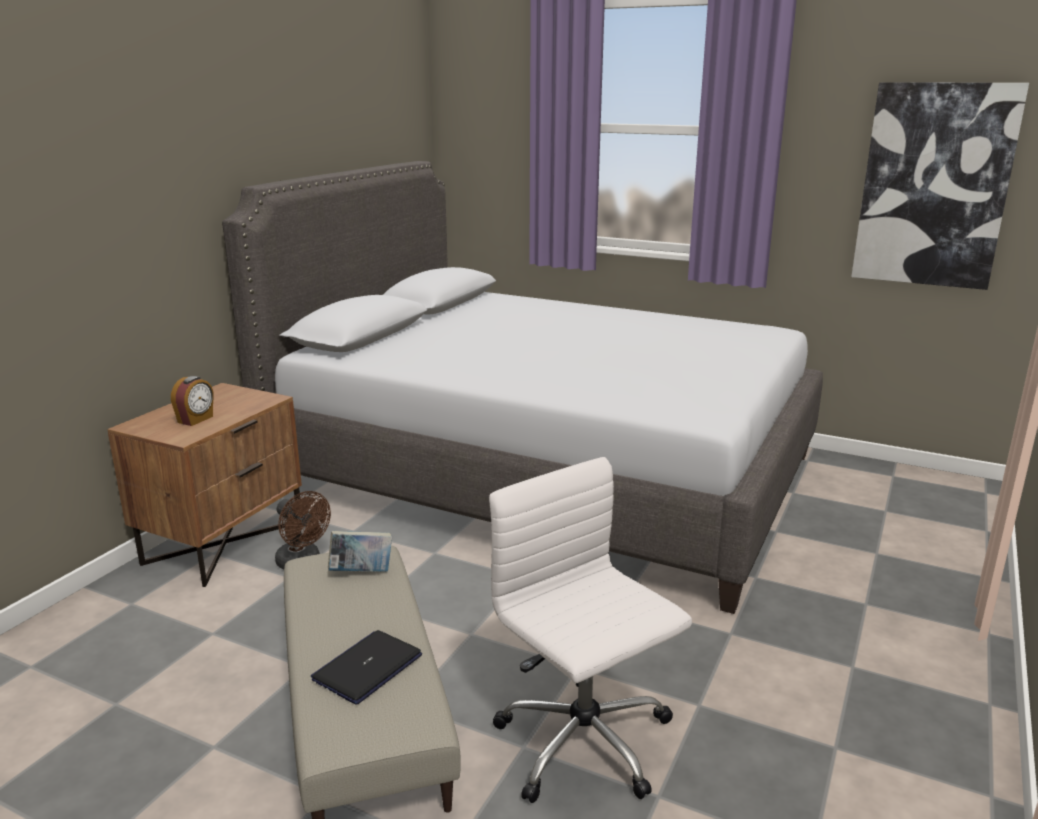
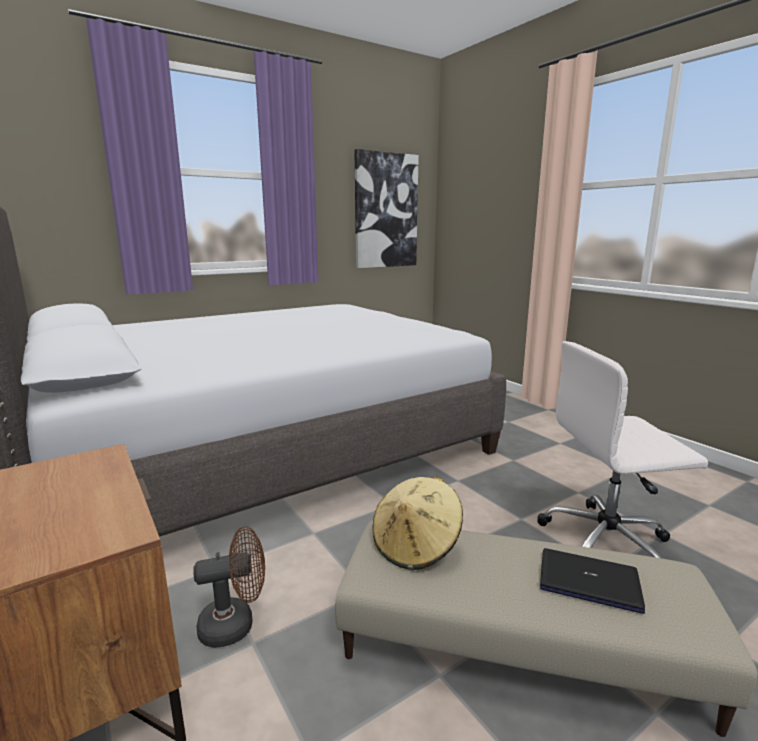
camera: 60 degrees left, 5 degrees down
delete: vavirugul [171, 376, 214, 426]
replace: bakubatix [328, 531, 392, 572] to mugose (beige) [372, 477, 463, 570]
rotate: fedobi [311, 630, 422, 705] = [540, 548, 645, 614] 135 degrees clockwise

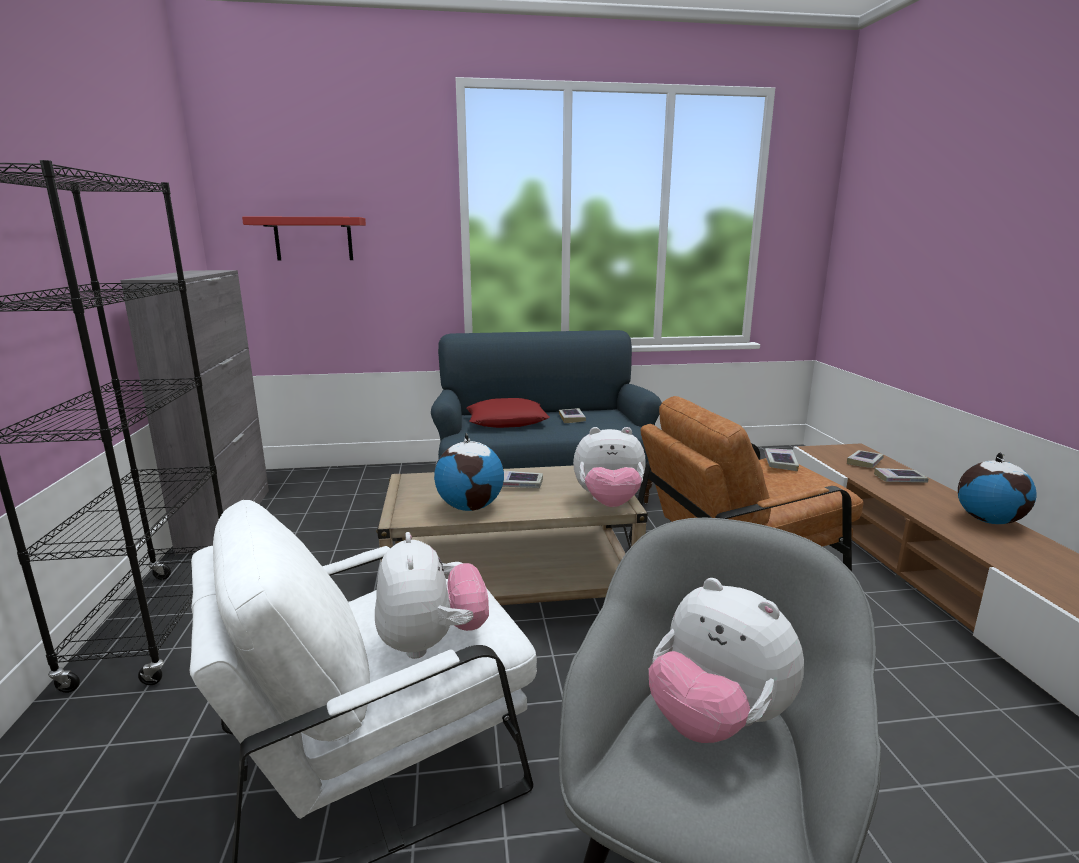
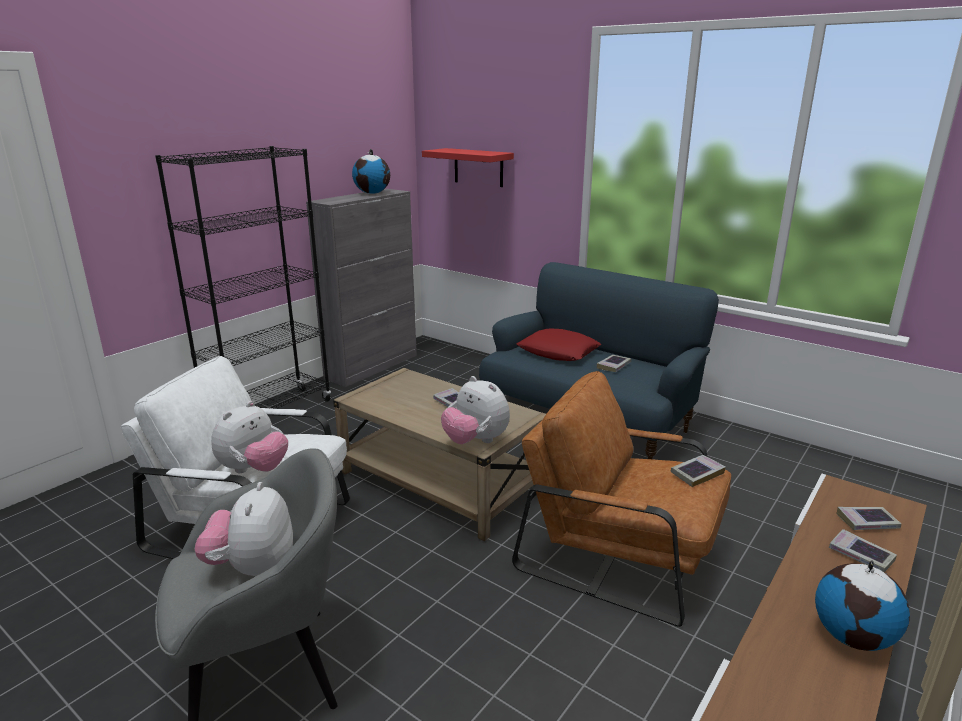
camera: 45 degrees right, 5 degrees up
move: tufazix [434, 432, 504, 511] to [352, 149, 390, 194]

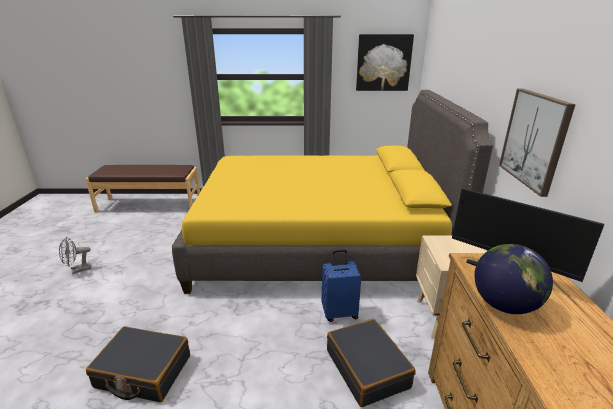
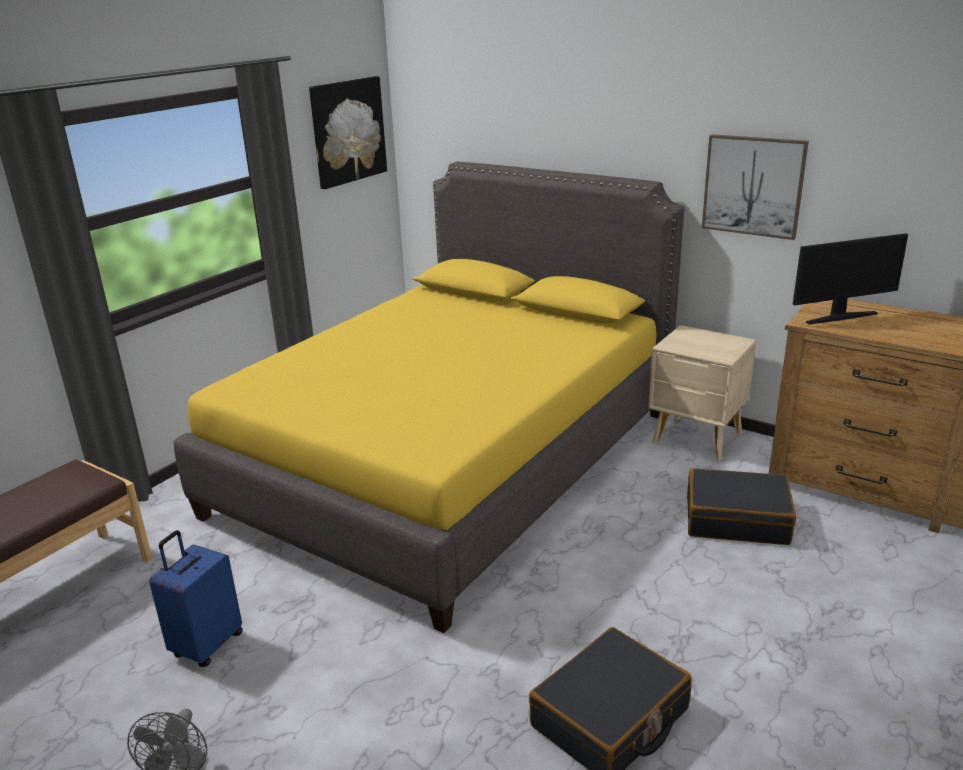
camera: 55 degrees left, 0 degrees up
delete: tufazix [474, 244, 553, 314]
move: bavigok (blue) [322, 249, 361, 322] to [149, 530, 243, 667]

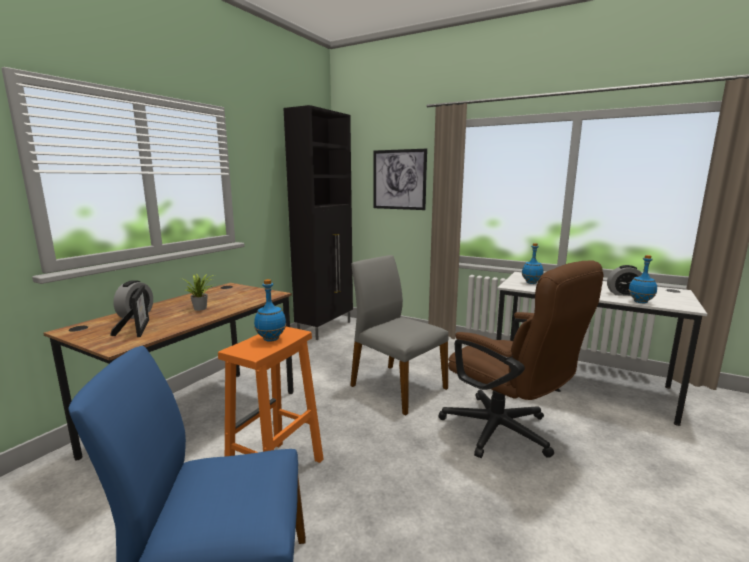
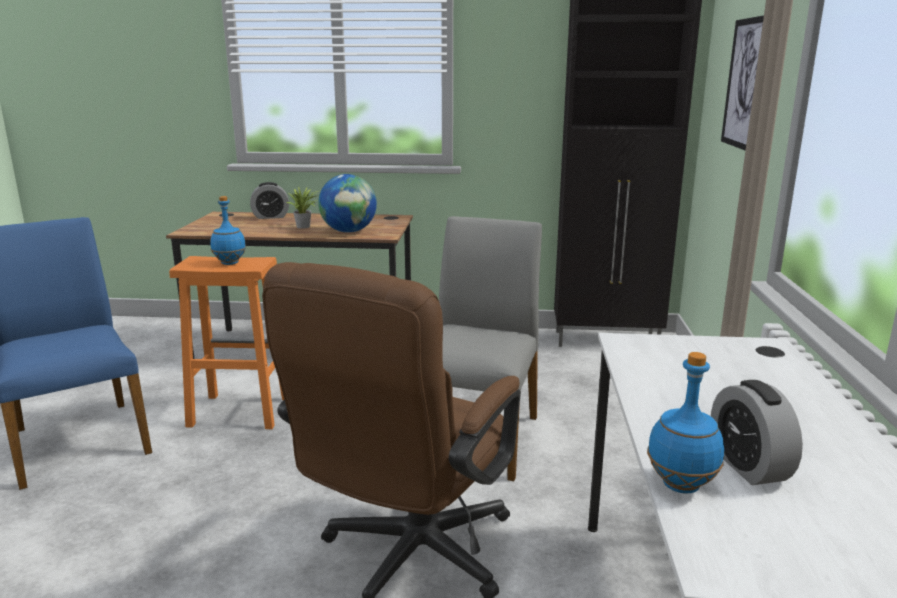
camera: 65 degrees right, 5 degrees up
delete: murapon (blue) [522, 243, 543, 284]; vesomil [110, 285, 149, 337]
insert: tufazix [318, 174, 377, 233]

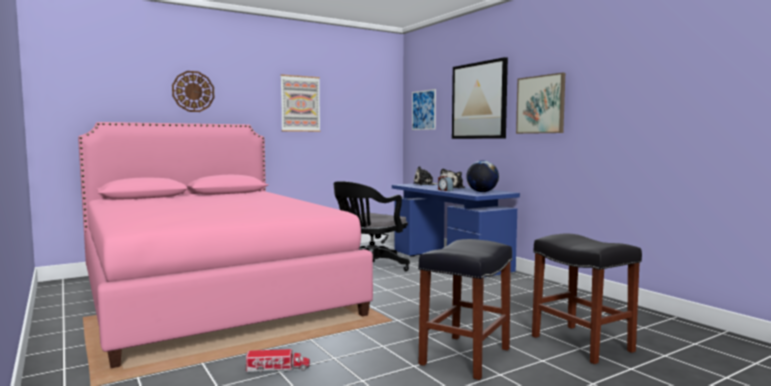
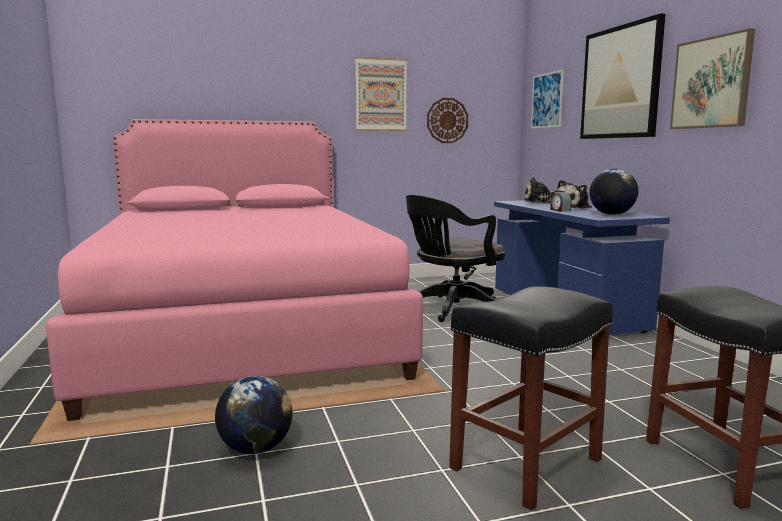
camera: 15 degrees right, 5 degrees up
move: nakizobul [172, 71, 214, 112] to [427, 98, 468, 143]
replace: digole [244, 349, 310, 373] to tufazix [215, 376, 292, 454]

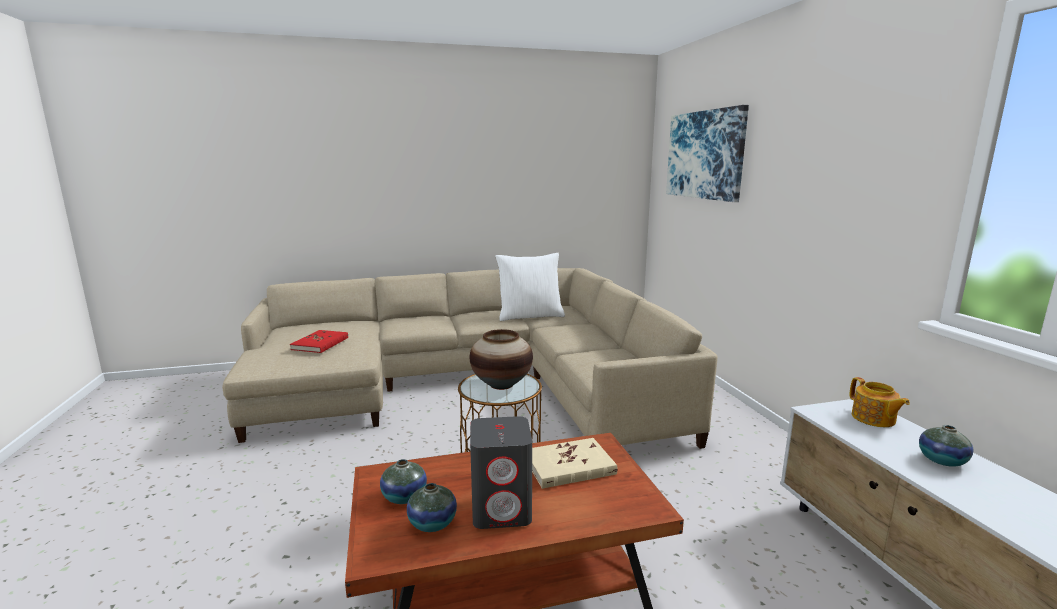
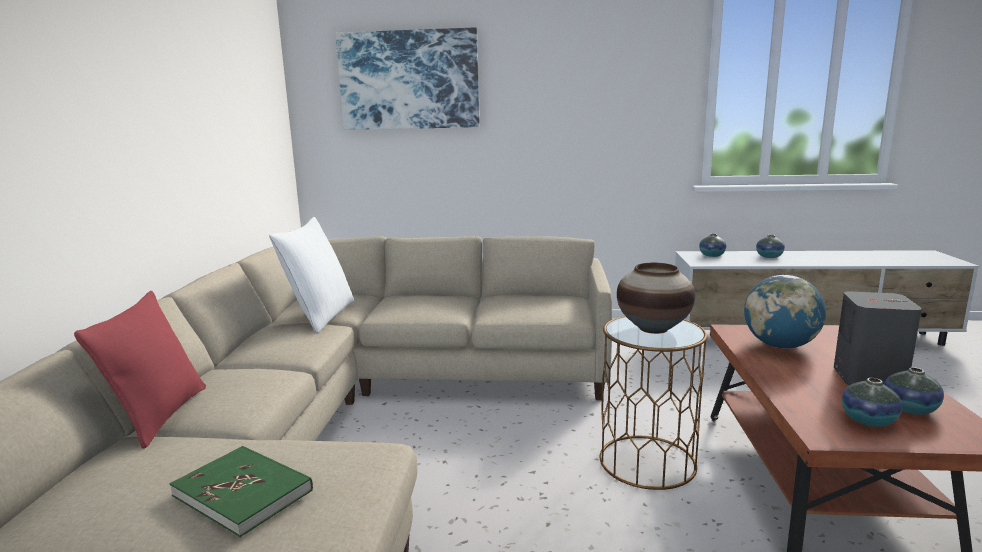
camera: 70 degrees left, 0 degrees up
insert: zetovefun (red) [74, 291, 206, 449]
replace: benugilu [849, 377, 910, 427] to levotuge [699, 234, 726, 257]; bakubatix (beige) [532, 438, 617, 489] to tufazix [744, 275, 826, 349]
recolor: bakubatix (red) [290, 330, 348, 353] to bakubatix (green) [170, 446, 313, 537]

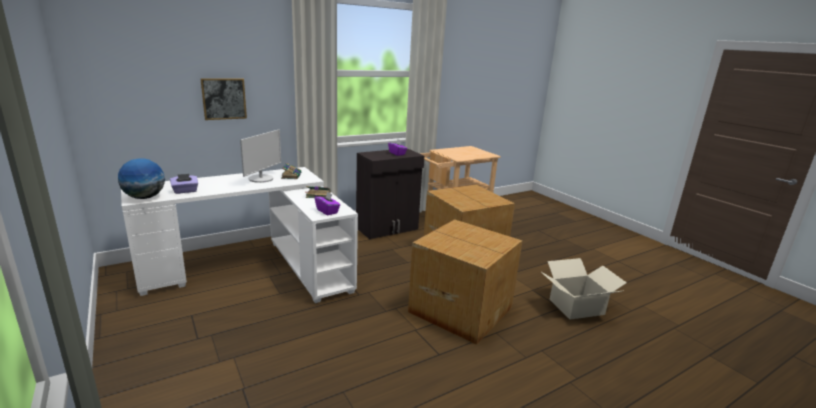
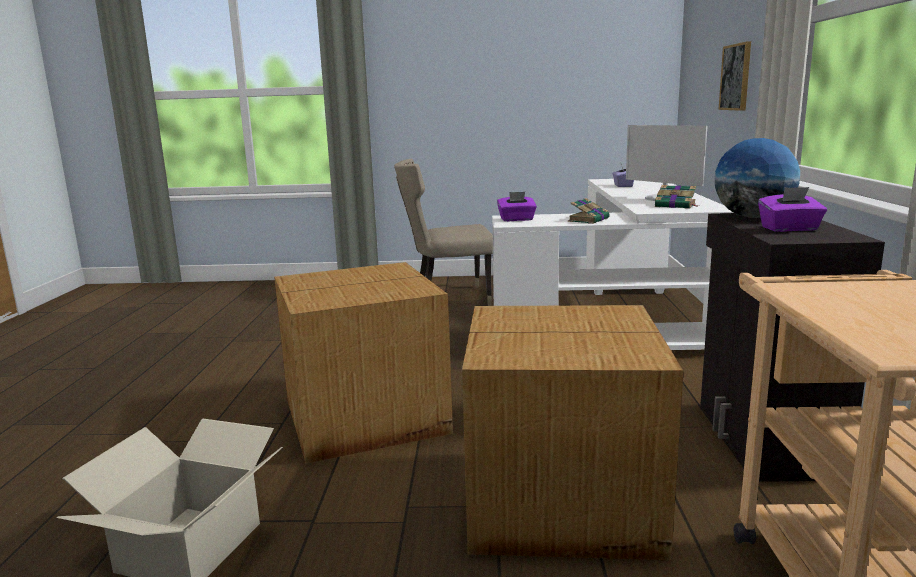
camera: 125 degrees right, 5 degrees down
insert: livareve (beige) [394, 159, 493, 306]
move: tufazix [118, 158, 165, 199] to [715, 138, 800, 218]

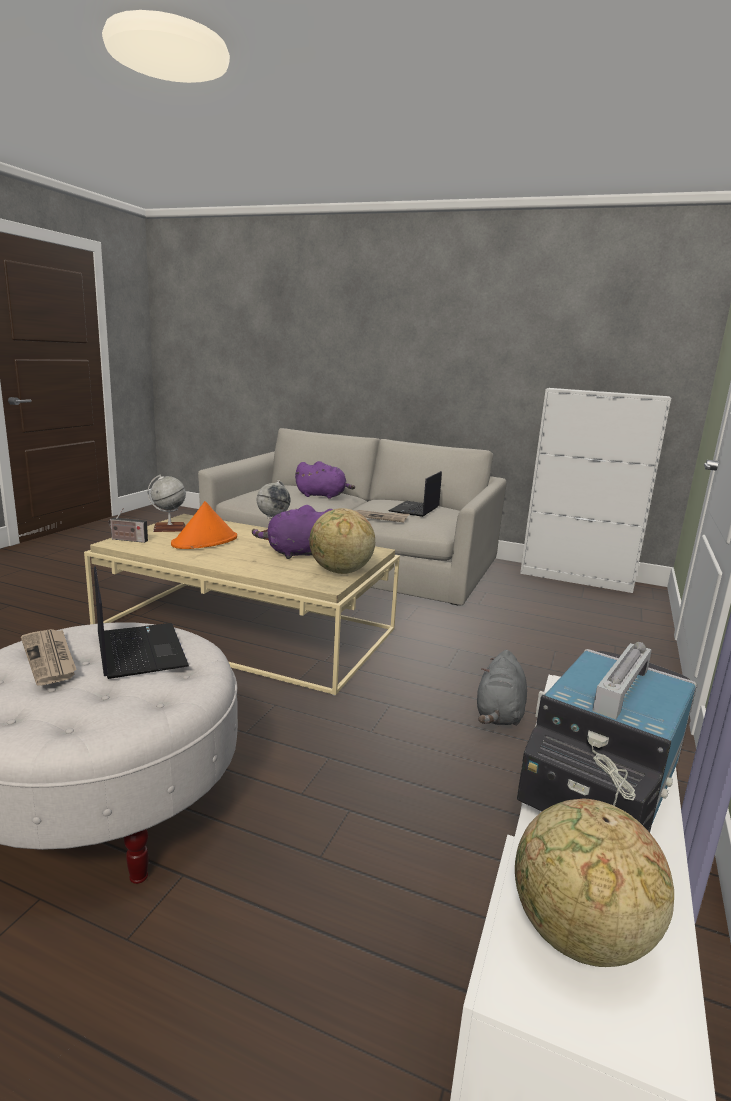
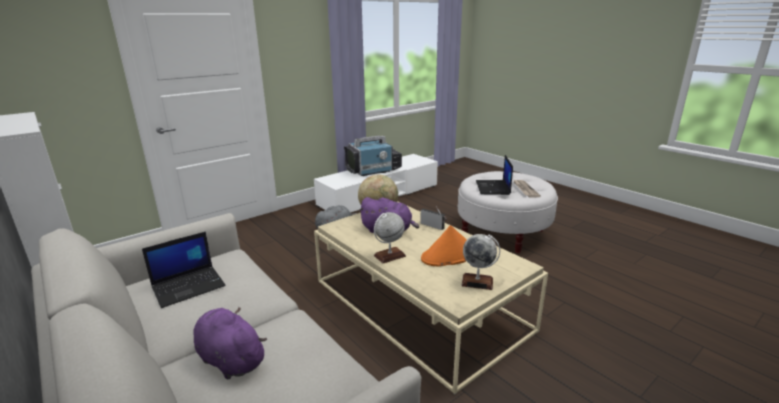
camera: 150 degrees left, 5 degrees up
delete: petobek [355, 510, 409, 522]; tufazix [515, 799, 674, 967]
move: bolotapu [108, 508, 148, 543] to [420, 206, 447, 230]

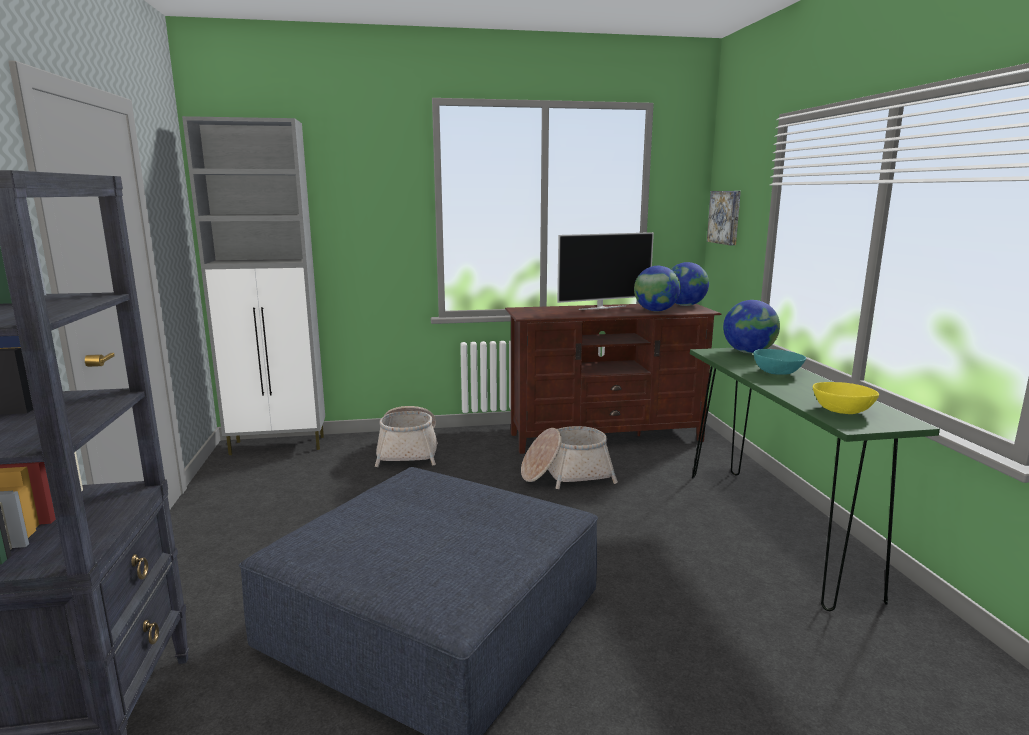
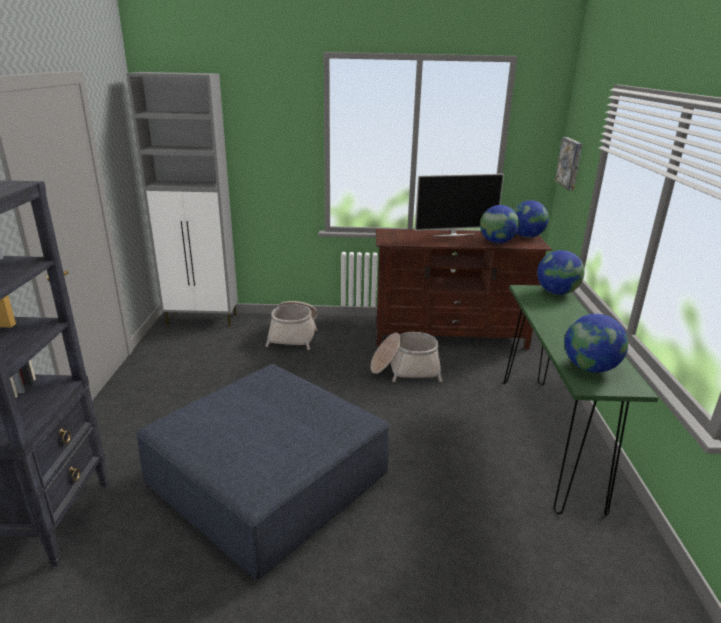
camera: 10 degrees right, 10 degrees up
delete: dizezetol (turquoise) [753, 349, 806, 375]
replace: dizezetol (yellow) [813, 382, 879, 414] to tufazix [564, 314, 628, 373]

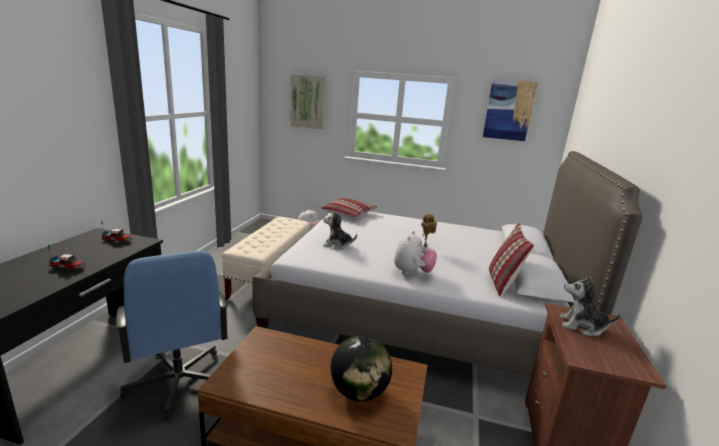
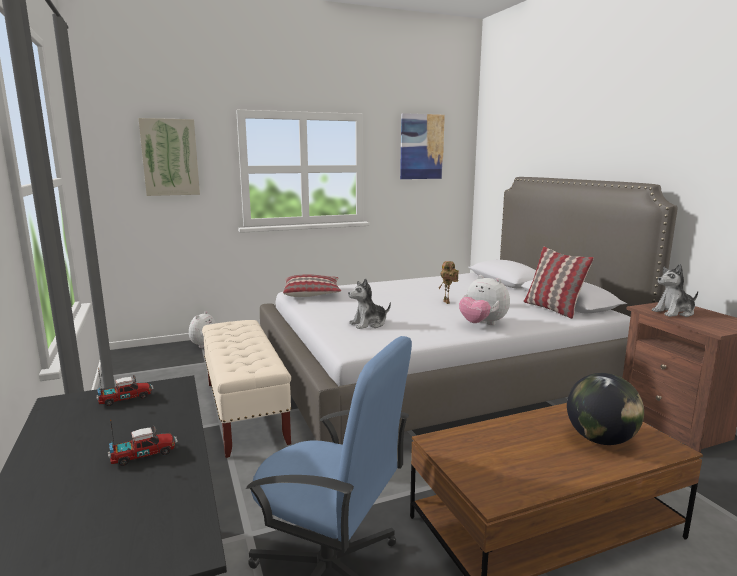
camera: 35 degrees left, 5 degrees down
rotate: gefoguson [394, 231, 437, 275] = [459, 275, 510, 325] 150 degrees clockwise

